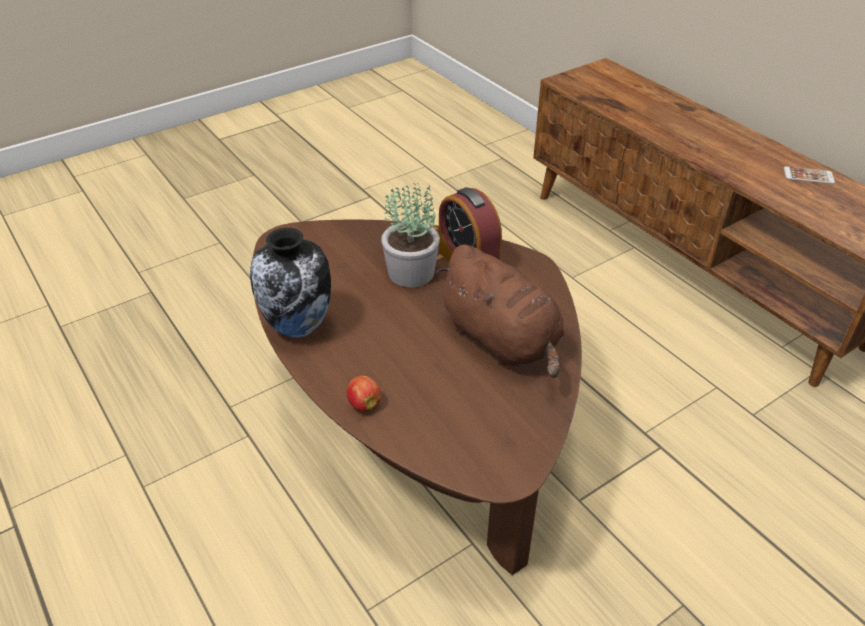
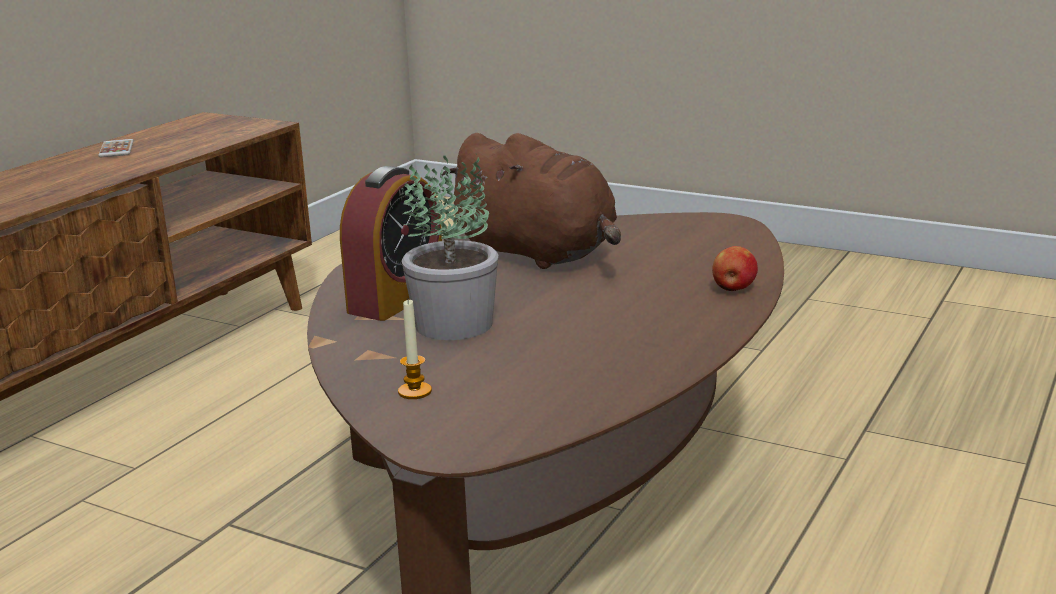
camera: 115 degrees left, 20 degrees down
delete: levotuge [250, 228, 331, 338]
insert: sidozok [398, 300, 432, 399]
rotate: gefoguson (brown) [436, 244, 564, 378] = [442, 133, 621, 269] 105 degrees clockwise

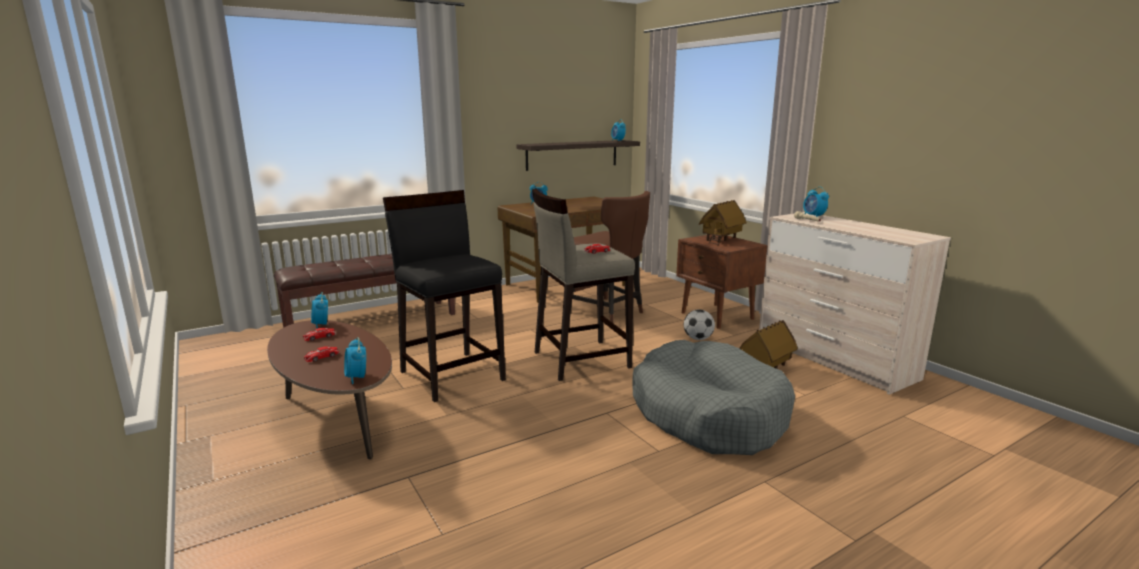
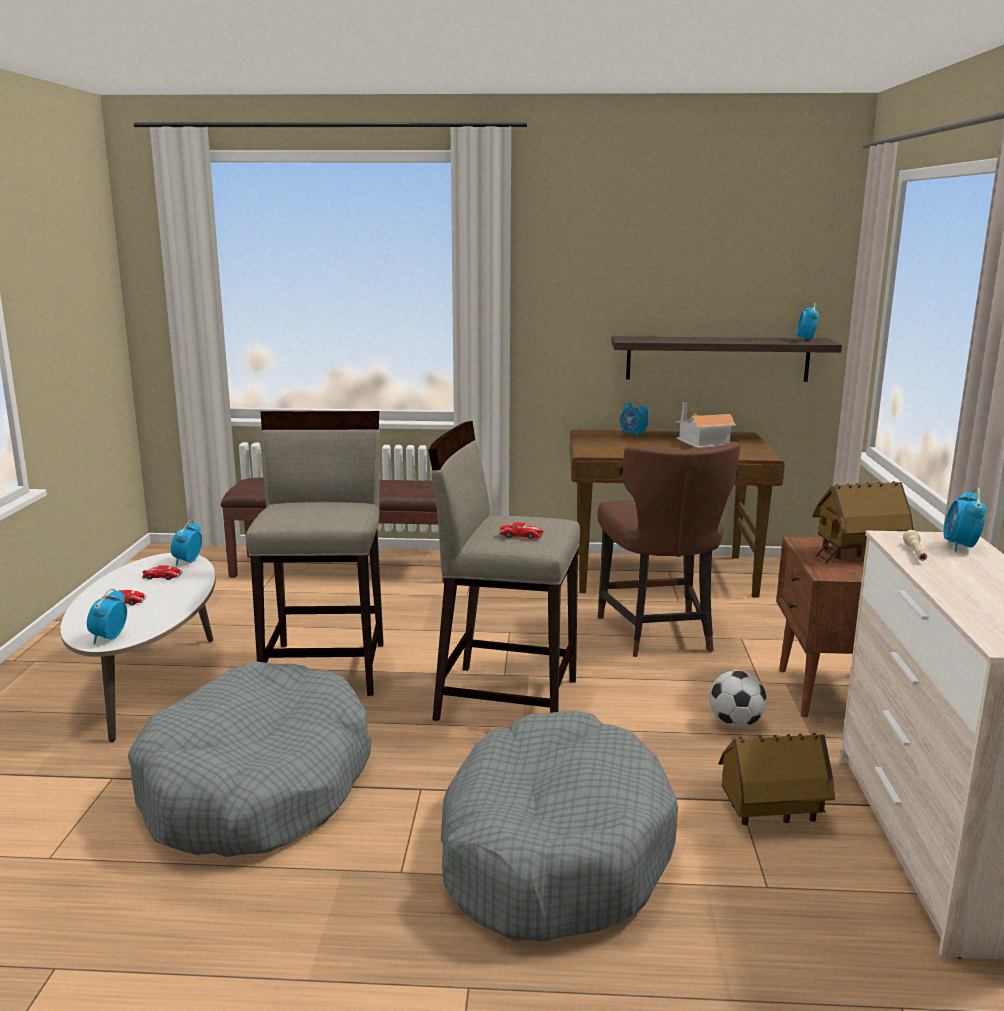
camera: 35 degrees right, 0 degrees up
insert: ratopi [675, 403, 737, 448]; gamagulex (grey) [128, 661, 371, 857]
recolor: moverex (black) [383, 190, 506, 402] to moverex (beige) [245, 411, 384, 696]; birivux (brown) [267, 320, 392, 459] to birivux (white) [60, 553, 216, 742]

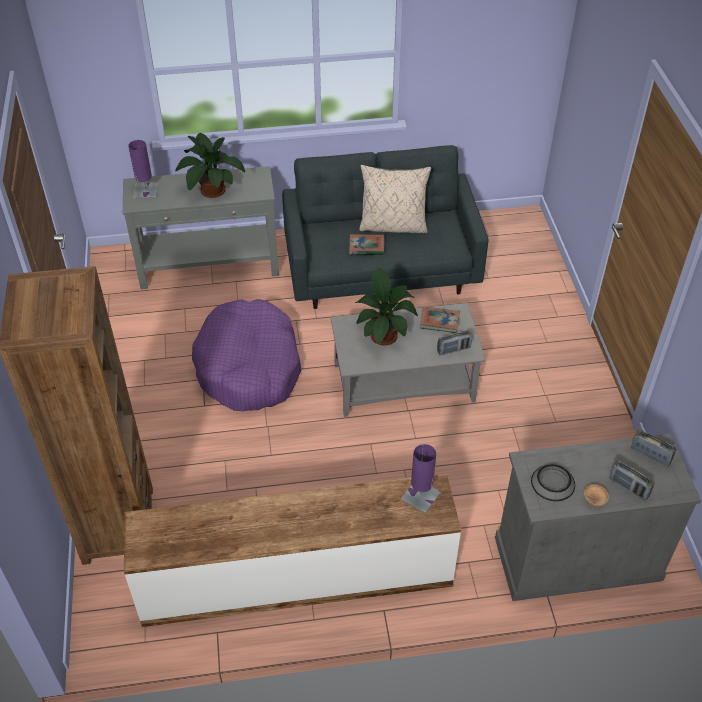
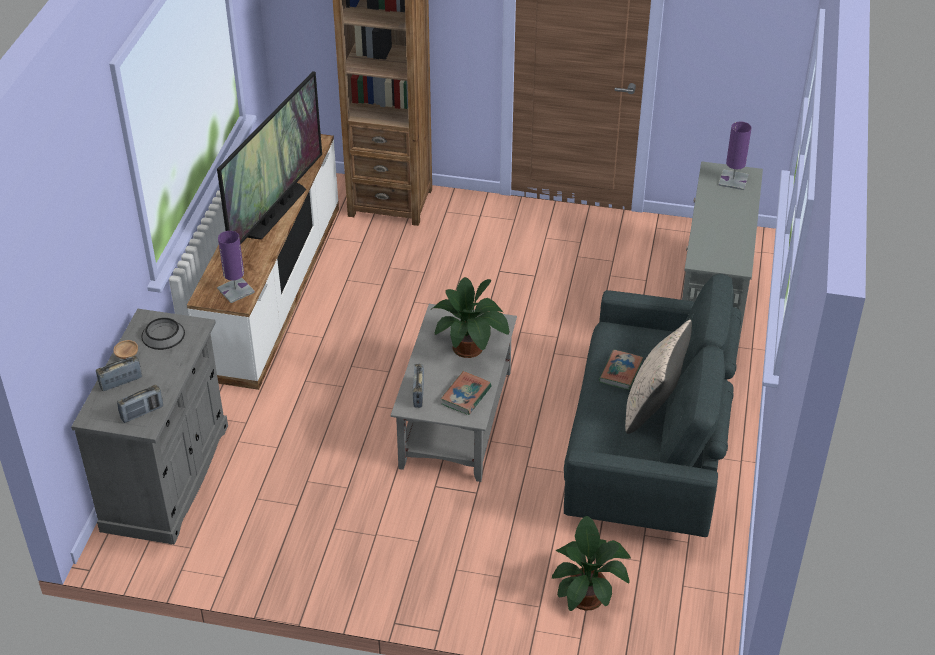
camera: 110 degrees right, 5 degrees down
delete: gamagulex (purple) [192, 299, 301, 412]
insert: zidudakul [217, 71, 322, 245]
move: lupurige [175, 133, 245, 198] to [552, 516, 631, 611]

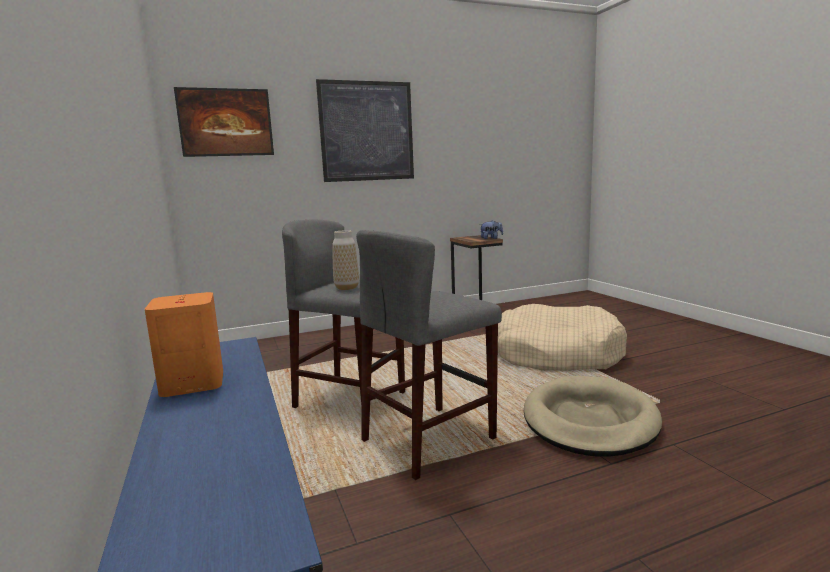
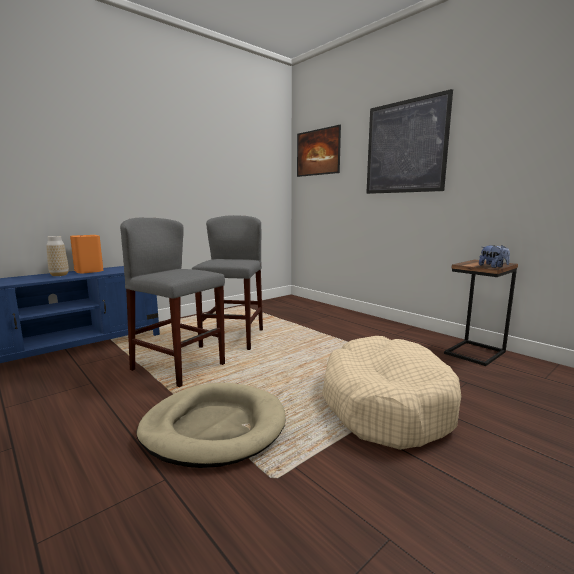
camera: 70 degrees right, 0 degrees up
move: levotuge [332, 230, 359, 290] to [46, 236, 69, 276]

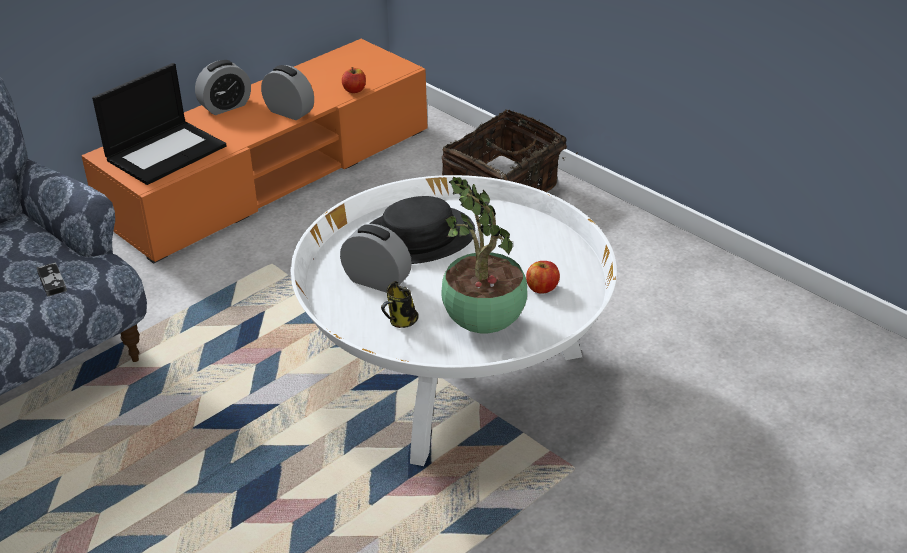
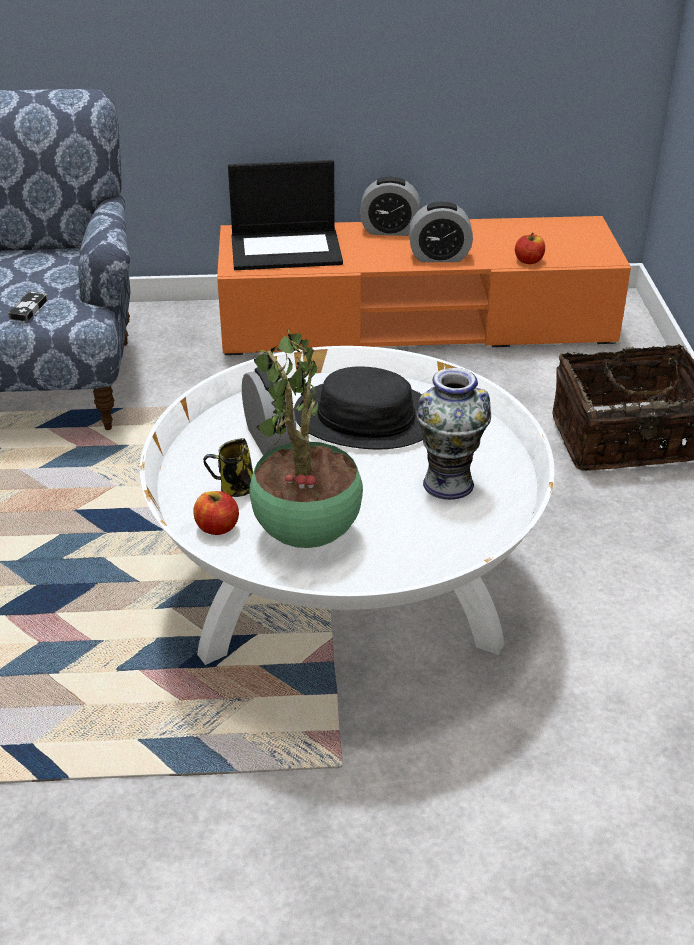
camera: 40 degrees right, 0 degrees up
insert: levotuge [416, 368, 491, 500]
move: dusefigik [526, 261, 560, 294] to [193, 491, 239, 535]
rotate: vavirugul [261, 65, 314, 120] = [409, 201, 473, 262] 105 degrees clockwise

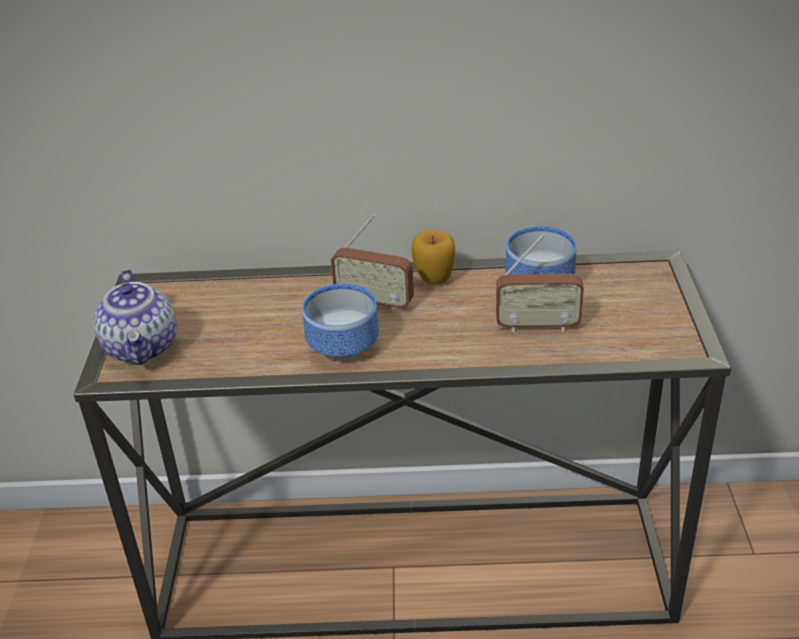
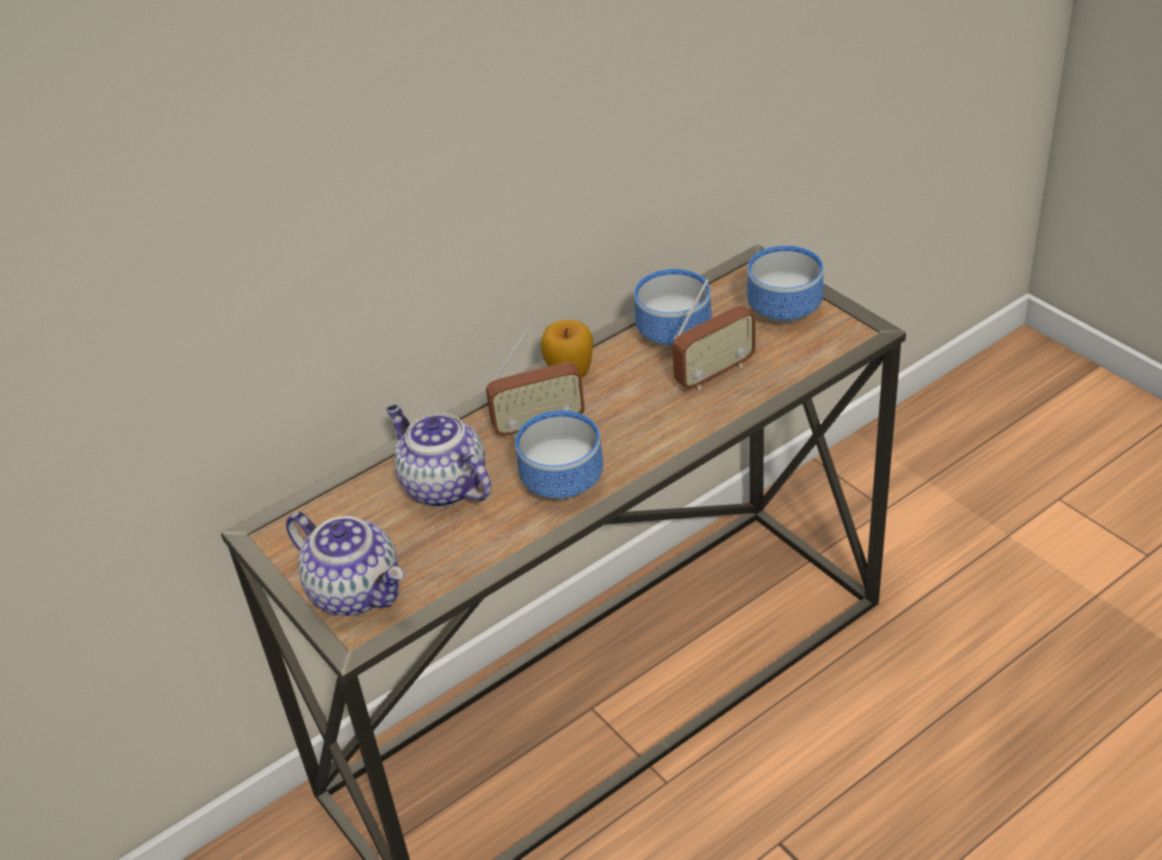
camera: 35 degrees left, 5 degrees up
insert: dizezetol [747, 246, 823, 323]; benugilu [386, 405, 491, 508]

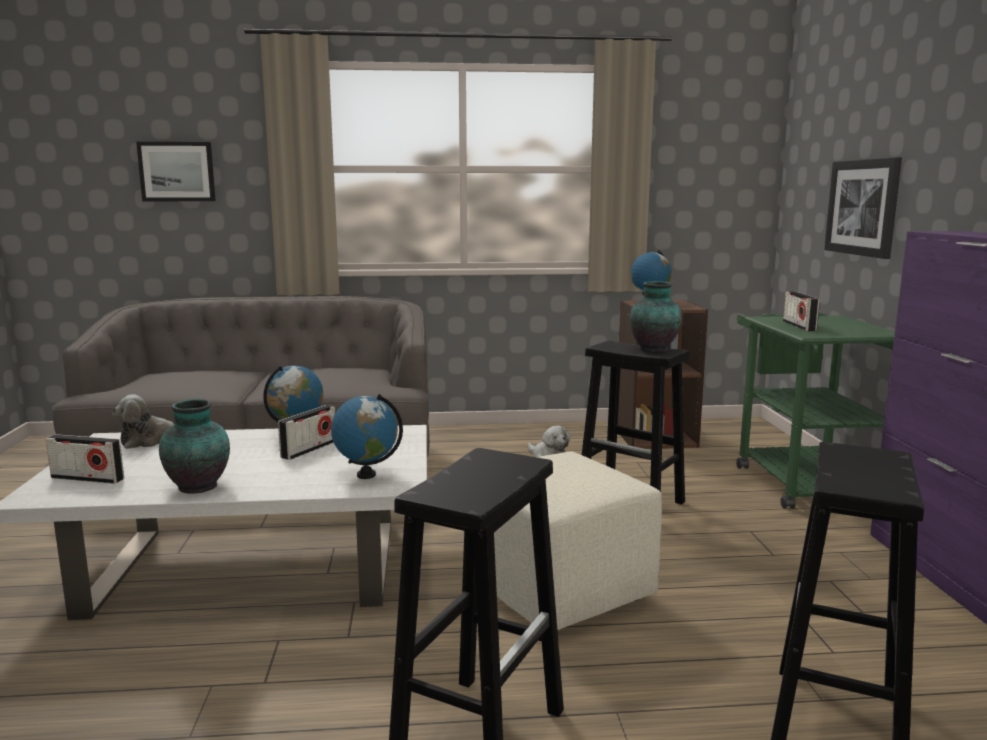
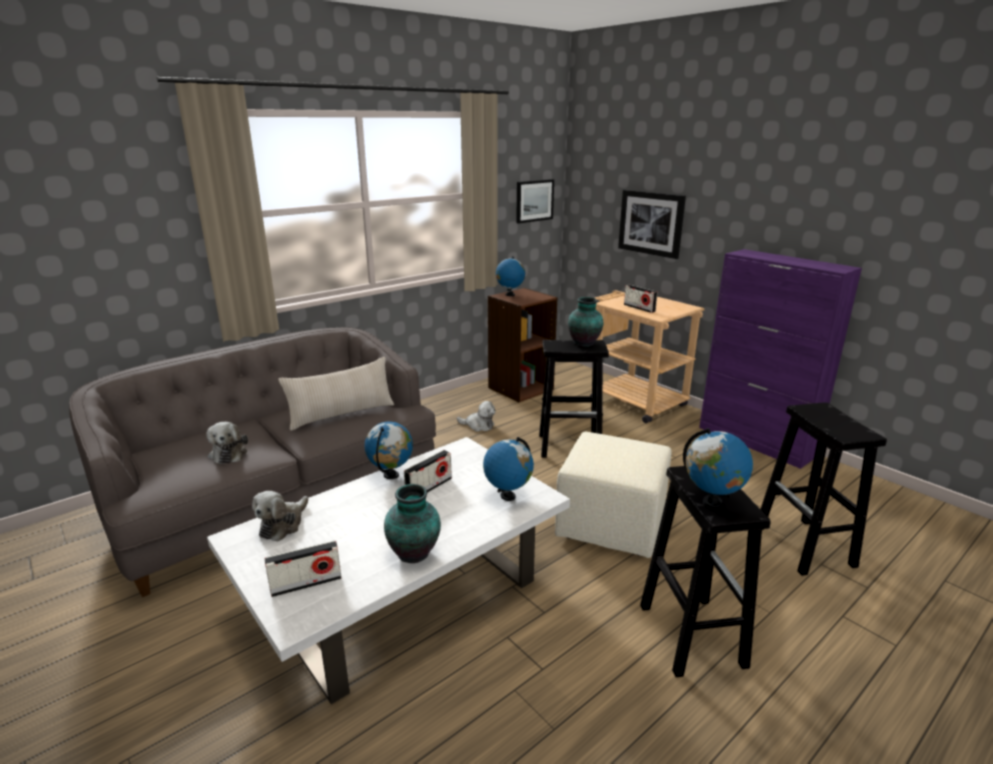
camera: 35 degrees left, 10 degrees up
insert: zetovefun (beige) [278, 357, 394, 431]; gefoguson [207, 422, 248, 464]; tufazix [683, 428, 753, 508]
move: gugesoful [136, 142, 216, 201] to [516, 179, 554, 224]
recolor: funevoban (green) [736, 313, 895, 508] to funevoban (beige) [590, 290, 704, 423]
rotate: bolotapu [278, 405, 335, 460] = [404, 450, 452, 493] 45 degrees clockwise

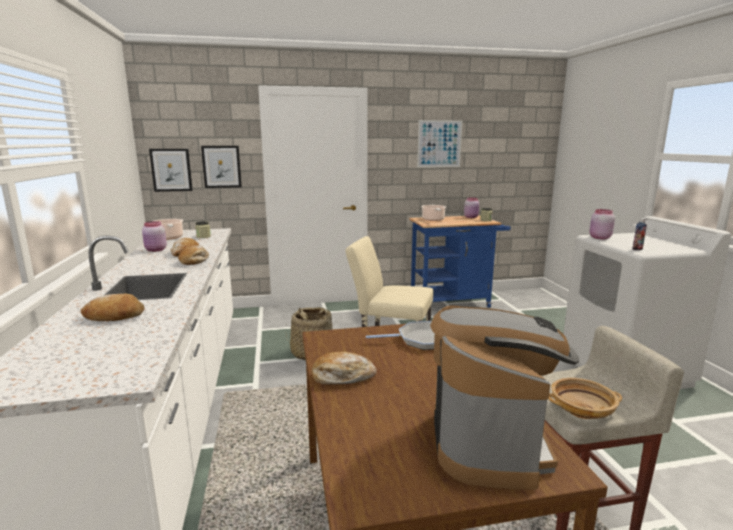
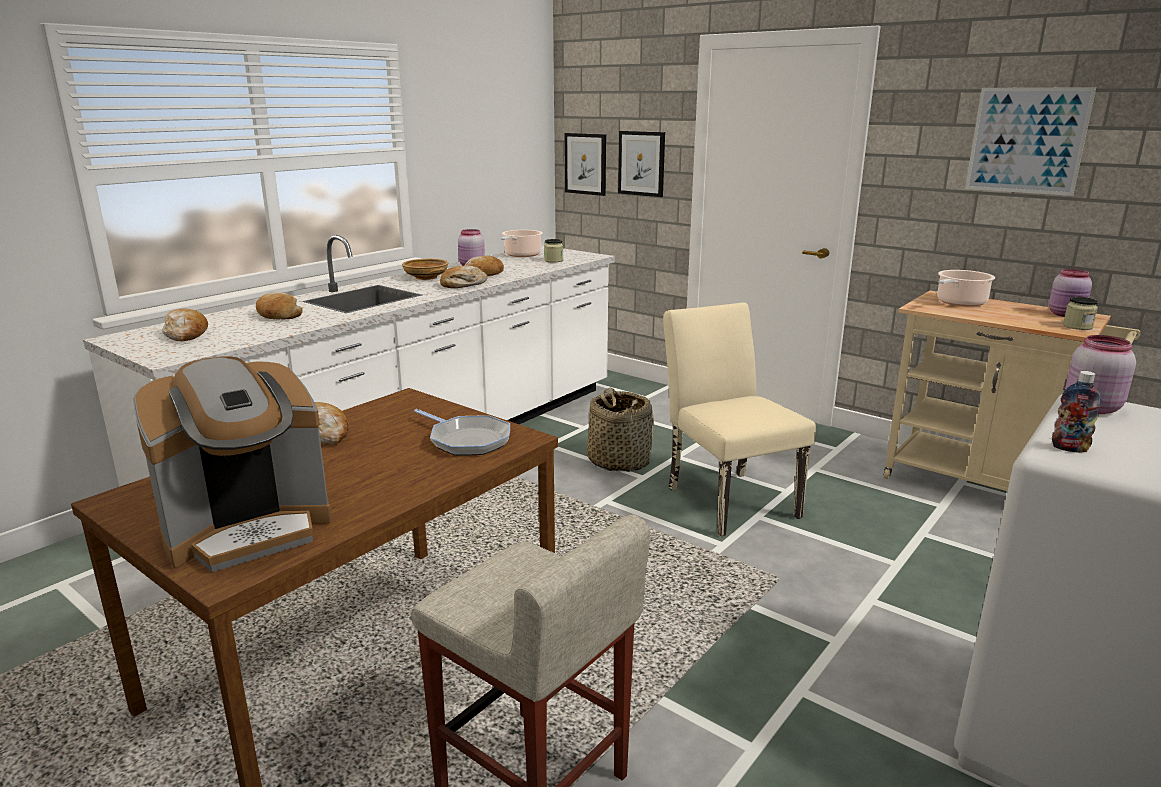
camera: 50 degrees right, 5 degrees up
insert: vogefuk [162, 309, 208, 342]
move: dizezetol (beige) [549, 378, 622, 419] to [402, 259, 448, 280]
recolor: funevoban (blue) [409, 215, 511, 308] to funevoban (beige) [884, 291, 1140, 491]

